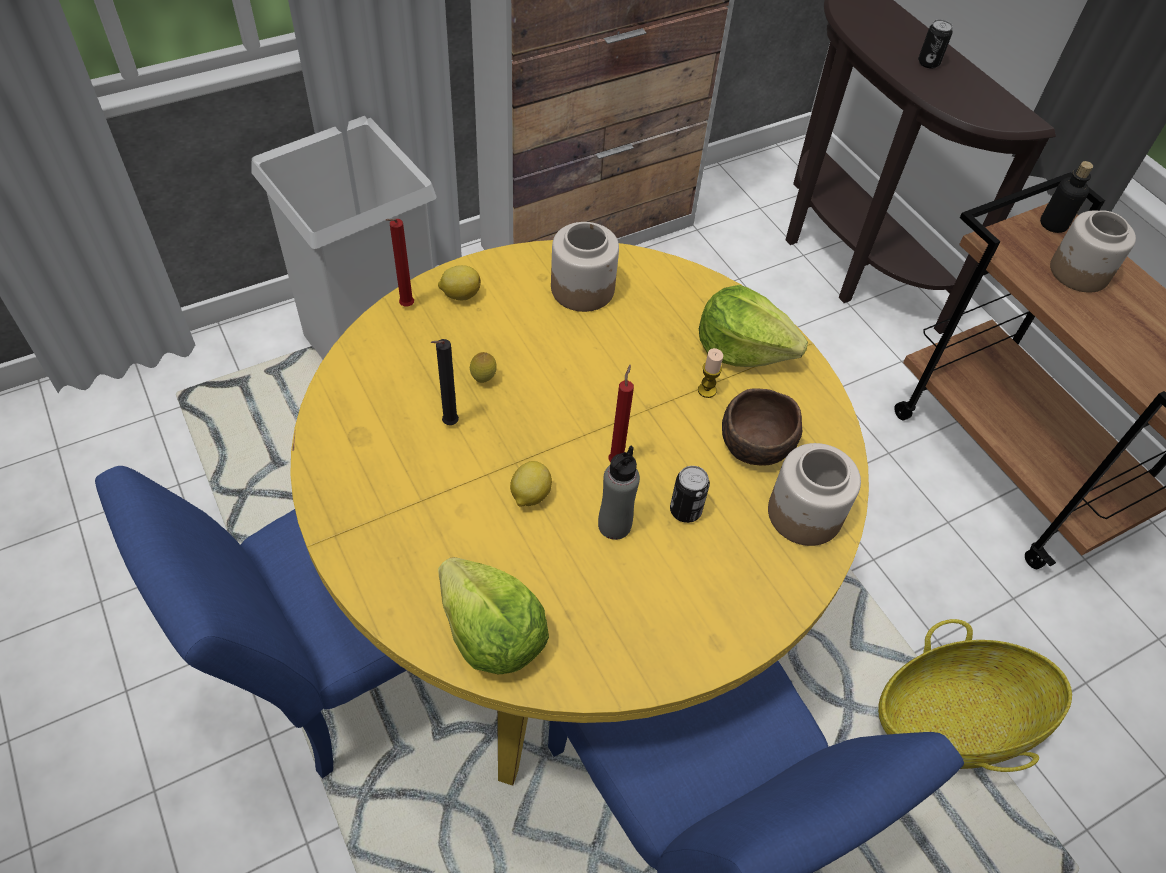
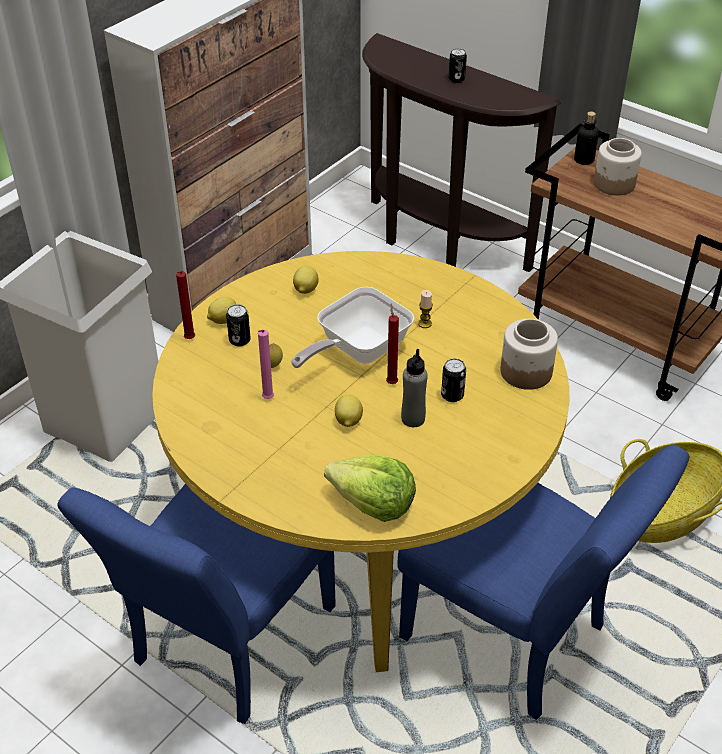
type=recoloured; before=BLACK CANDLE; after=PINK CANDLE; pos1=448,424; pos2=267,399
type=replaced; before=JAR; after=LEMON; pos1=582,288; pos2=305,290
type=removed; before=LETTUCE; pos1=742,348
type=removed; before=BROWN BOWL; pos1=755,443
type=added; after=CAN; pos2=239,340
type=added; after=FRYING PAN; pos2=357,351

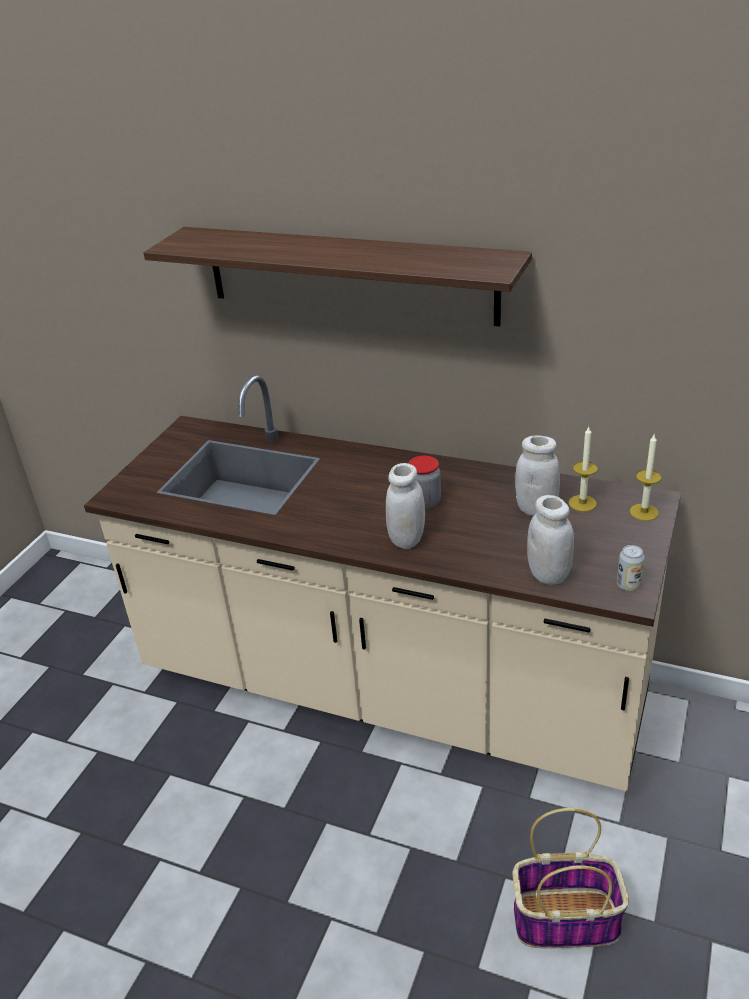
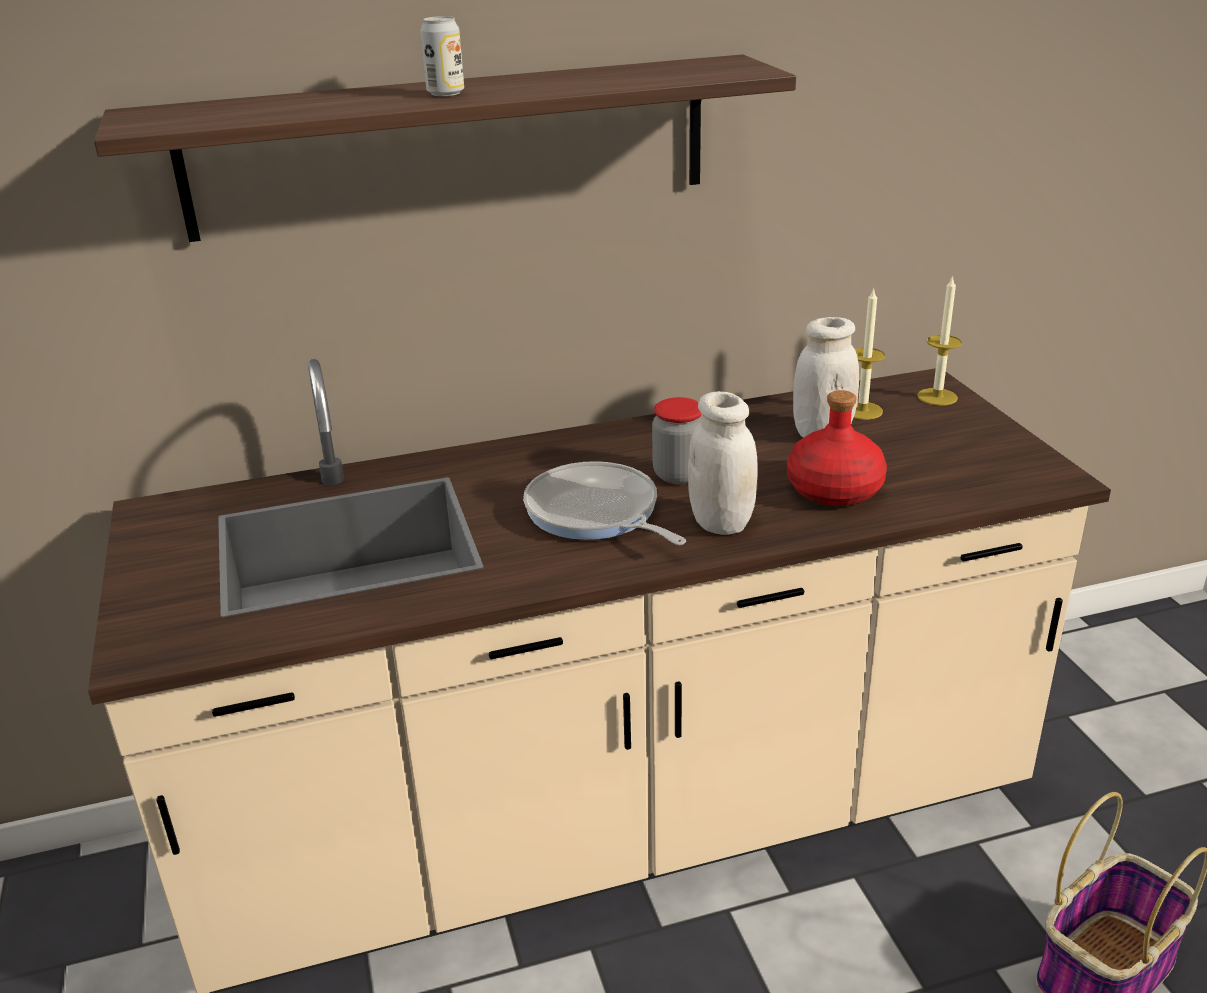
type=removed; before=WHITE JAR; pos1=548,575
type=moved; before=CAN; pos1=628,585; pos2=445,93
type=added; after=FRYING PAN; pos2=596,513
type=added; after=RED BOTTLE; pos2=835,490

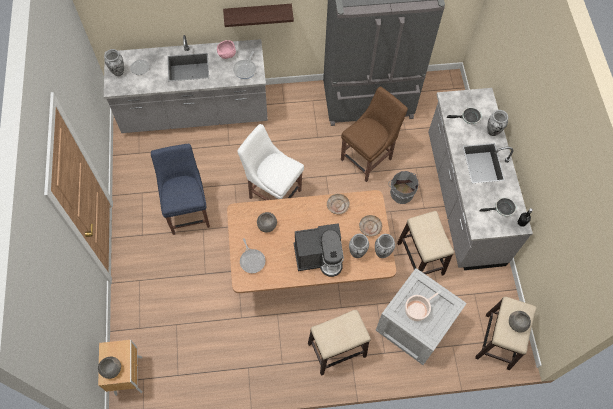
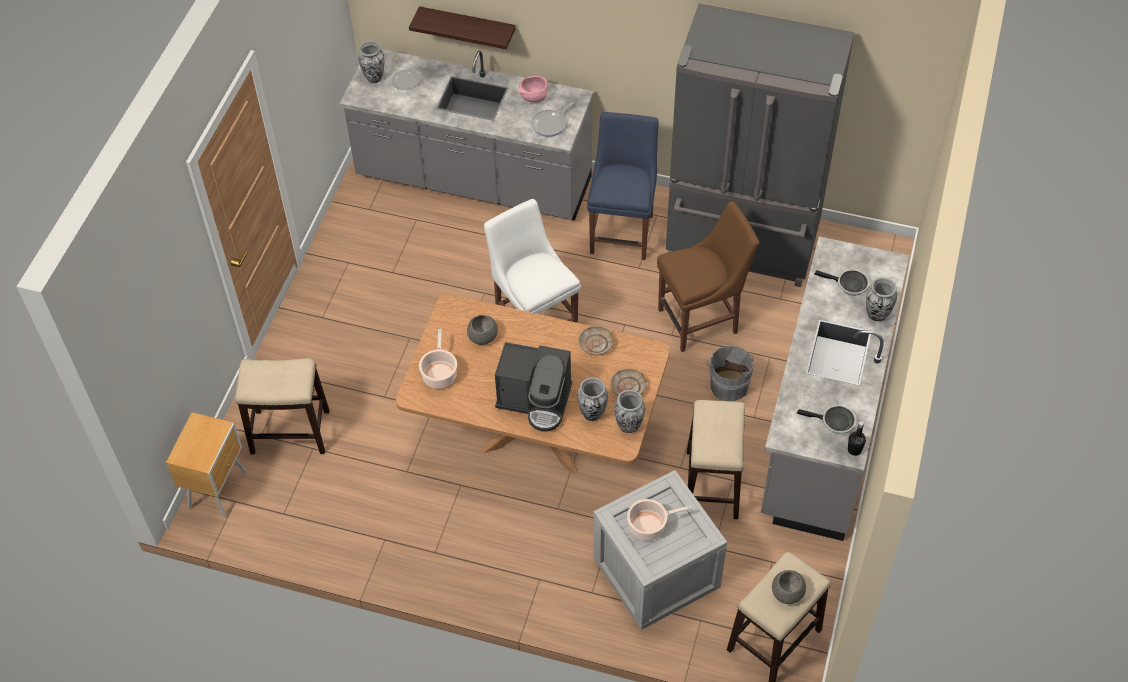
type=removed; before=GREY BOWL; pos1=111,369
type=moved; before=BLUE CHAIR; pos1=188,211; pos2=622,231
type=moved; before=SHELF; pos1=258,13; pos2=468,27
type=replaced; before=FRYING PAN; after=COOKING POT; pos1=252,260; pos2=439,374
type=moved; before=STOOL; pos1=336,350; pos2=289,432

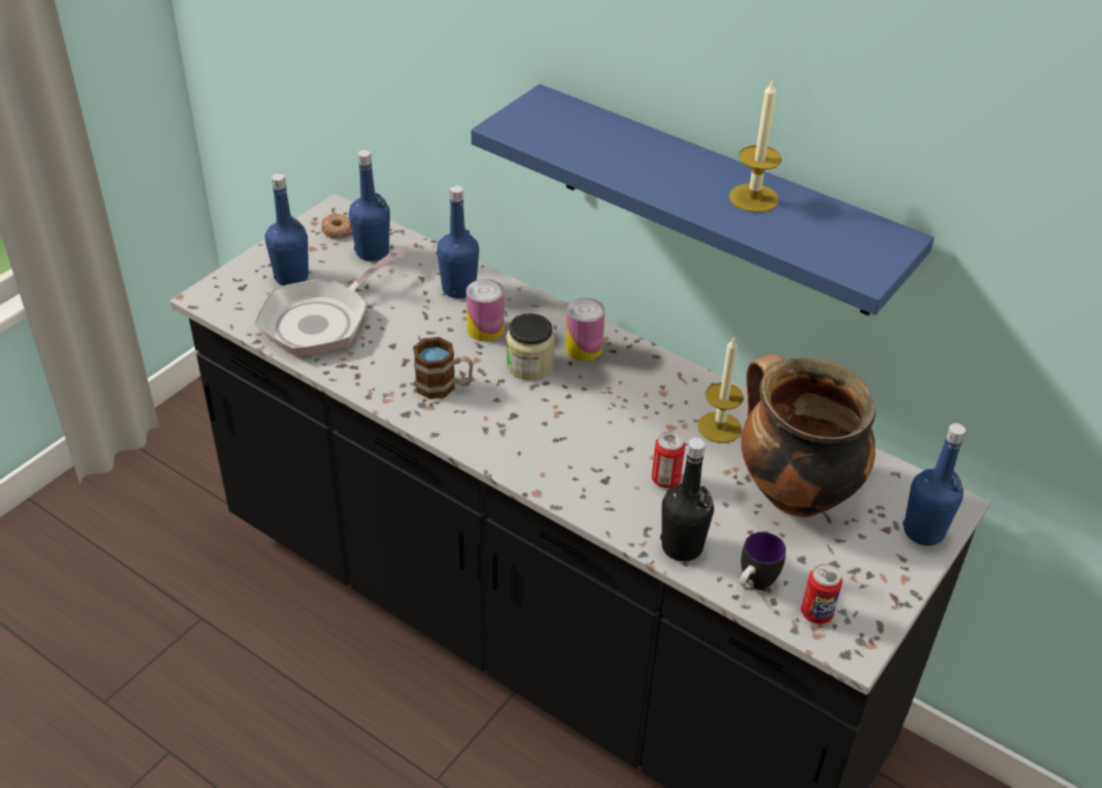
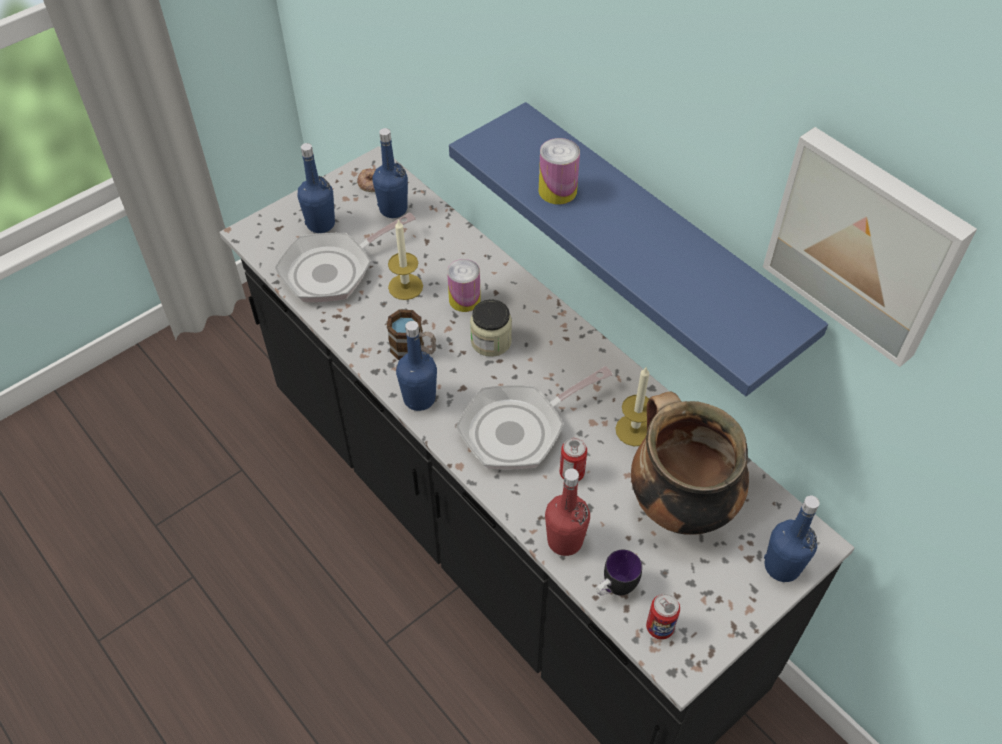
type=moved; before=BLUE BOTTLE; pos1=459,289; pos2=419,398
type=moved; before=CAN; pos1=583,348; pos2=557,191
type=recoloured; before=BLACK BOTTLE; after=RED BOTTLE; pos1=682,547; pos2=565,540
type=moved; before=CANDLE; pos1=753,198; pos2=405,287
type=added; after=FRYING PAN; pos2=519,429
type=added; after=PICTURE; pos2=865,244

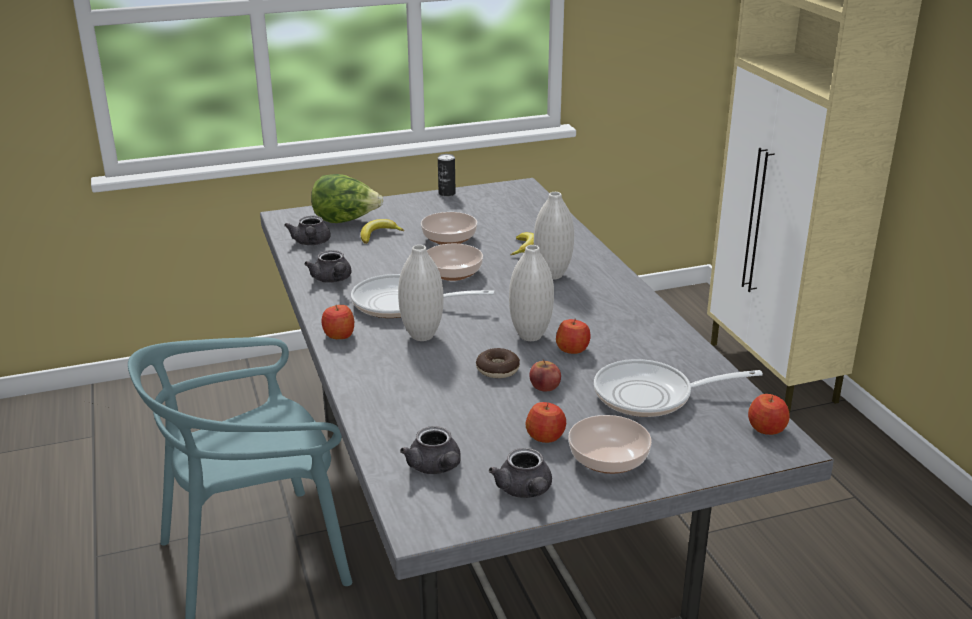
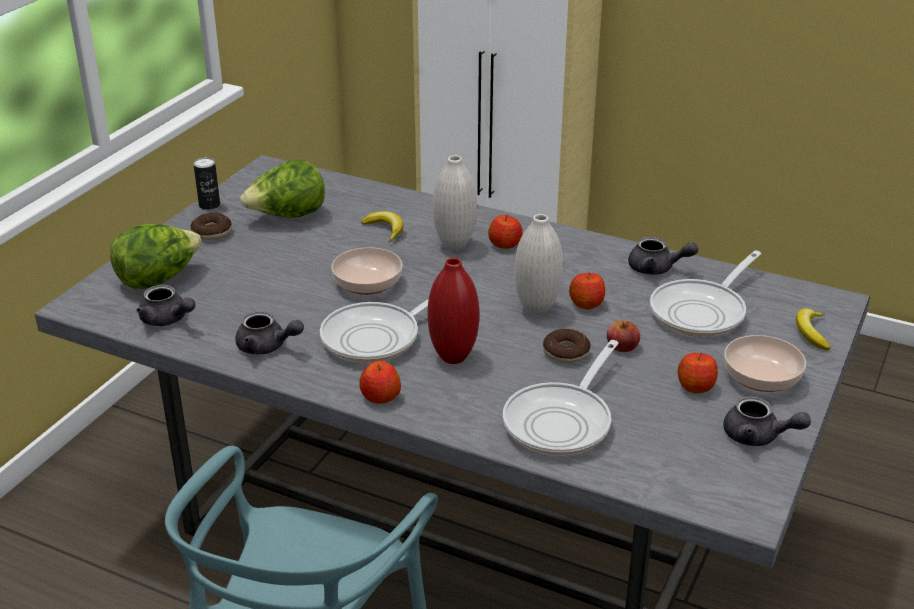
type=moved; before=BANANA; pos1=378,235; pos2=811,333
type=recoloured; before=WHITE VASE; after=RED VASE; pos1=422,336; pos2=453,357
type=moved; before=GREY TEAPOT; pos1=436,467; pos2=657,269
type=removed; before=BOWL; pos1=449,239
type=moved; before=APPLE; pos1=767,429; pos2=505,244
type=added; after=DONUT; pos2=212,232
type=added; after=LETTUCE; pos2=287,216
type=added; after=FRYING PAN; pos2=562,421

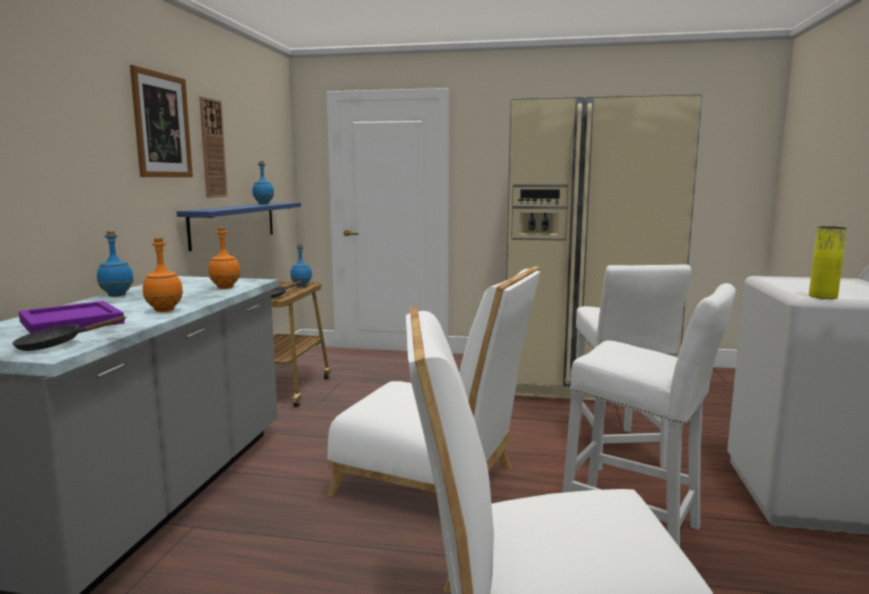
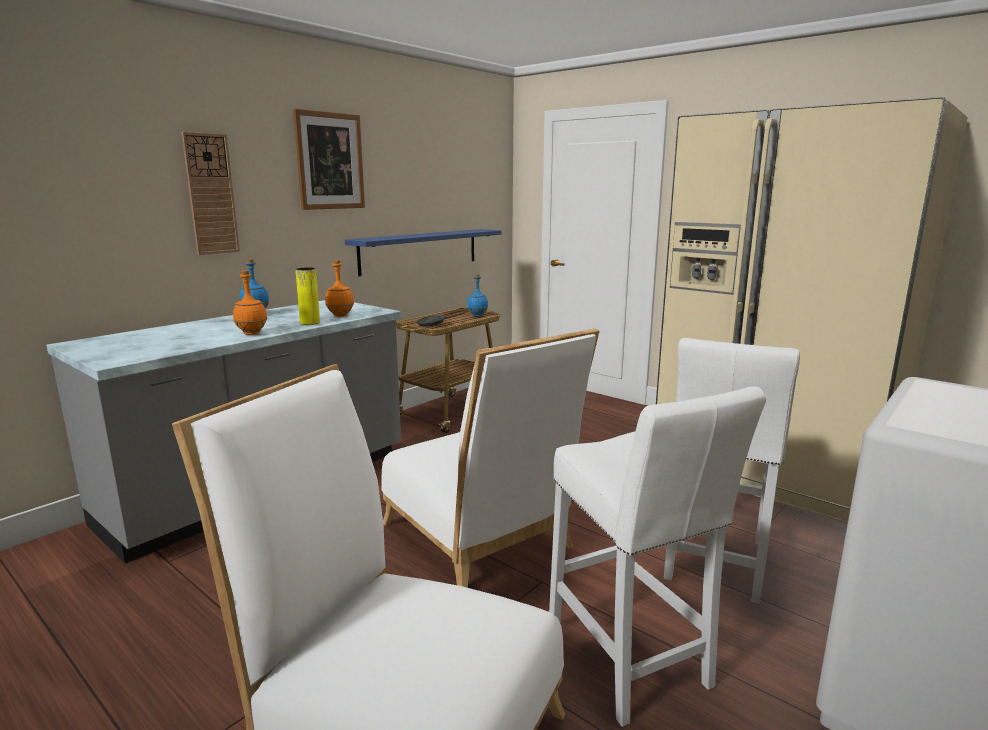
type=removed; before=BLACK FRYING PAN; pos1=57,345
type=removed; before=PURPLE TRAY; pos1=70,322
type=moved; before=WALL CLOCK; pos1=212,148; pos2=211,194
type=removed; before=BLUE BOTTLE; pos1=263,204
type=moved; before=YELLOW VASE; pos1=823,297; pos2=310,323

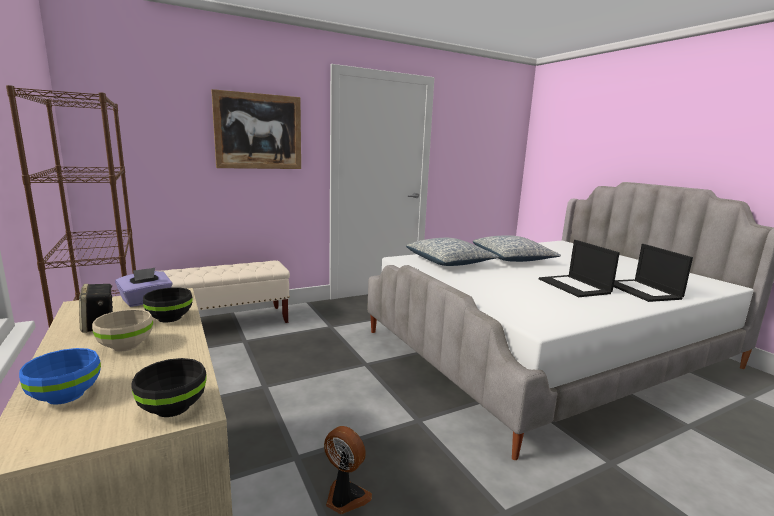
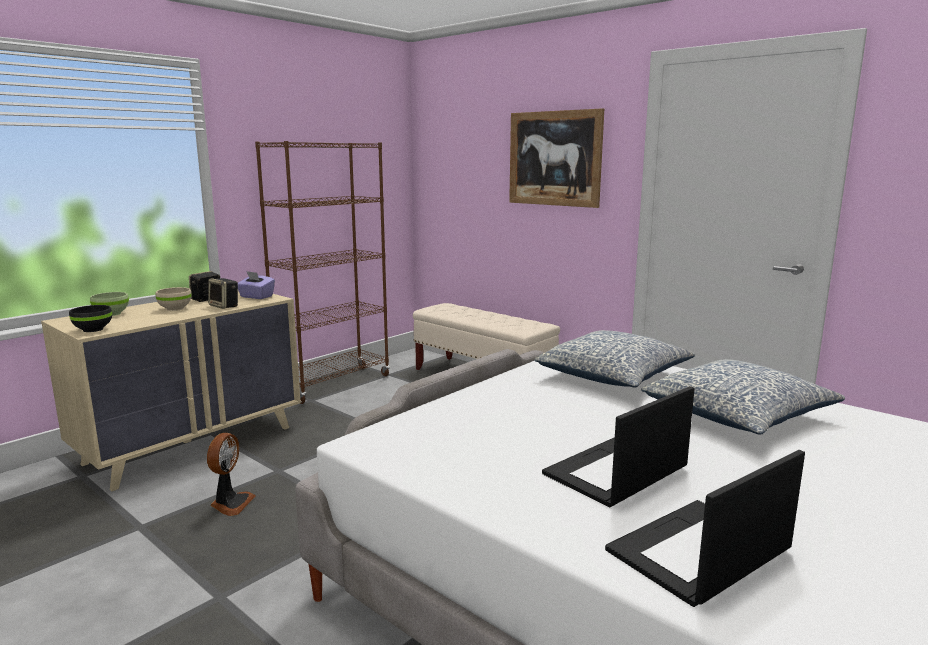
type=recoloured; before=BLUE BOWL; after=GREEN BOWL; pos1=66,394; pos2=112,314
type=replaced; before=BLACK BOWL; after=SPEAKER; pos1=170,317; pos2=225,306

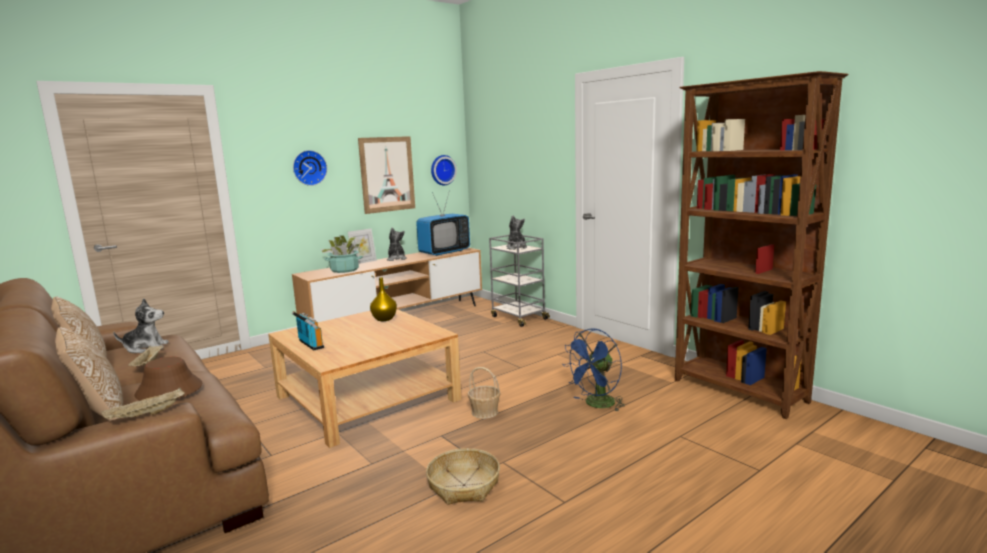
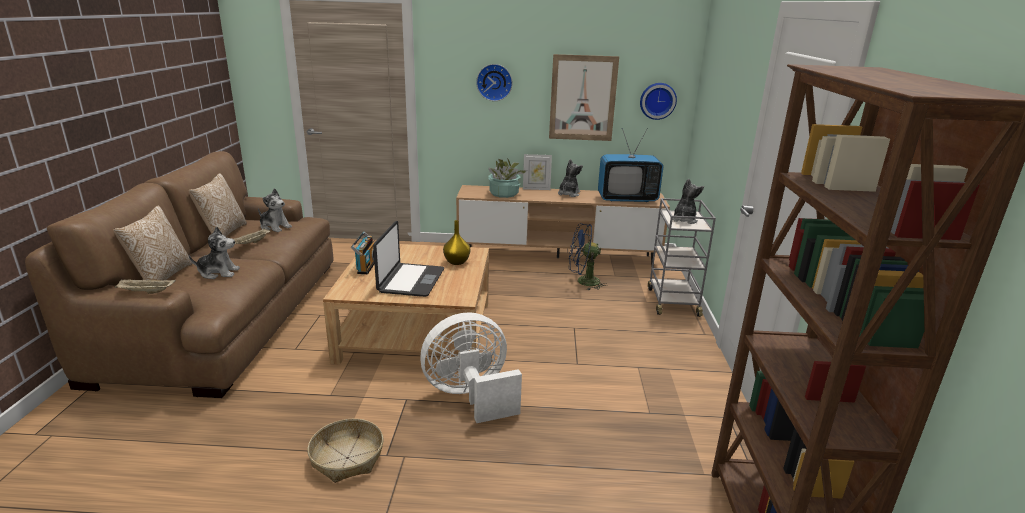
type=replaced; before=BROWN HAT; after=PLUSH TOY; pos1=169,390; pos2=218,273
type=replaced; before=BASKET; after=WHITE FAN; pos1=485,412; pos2=470,396
type=moved; before=BLUE FAN; pos1=596,405; pos2=583,282
type=added; after=LAPTOP; pos2=410,281

